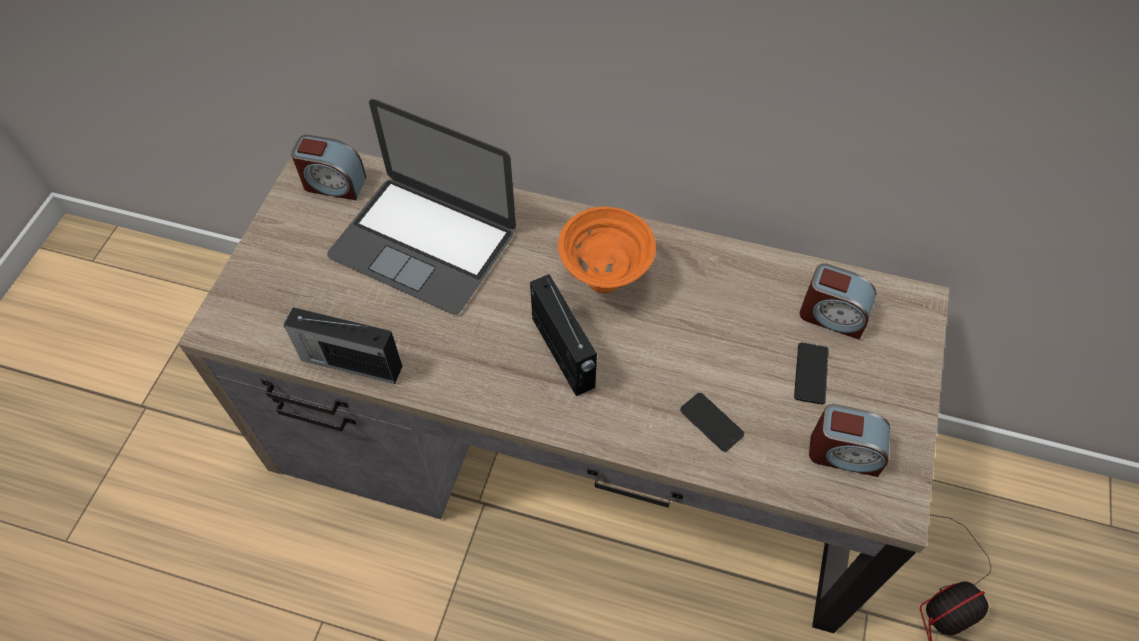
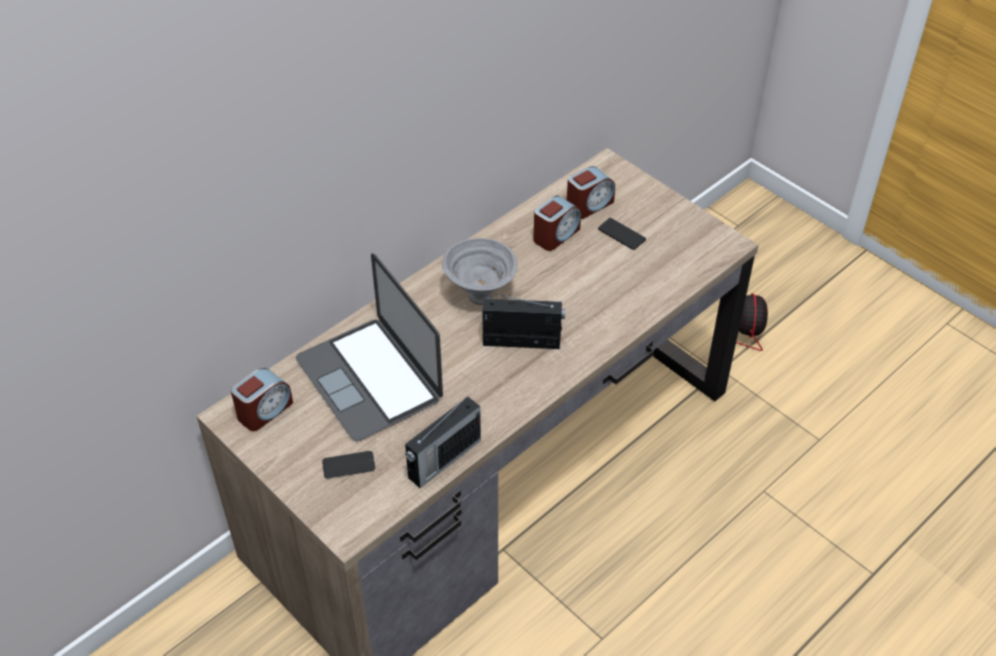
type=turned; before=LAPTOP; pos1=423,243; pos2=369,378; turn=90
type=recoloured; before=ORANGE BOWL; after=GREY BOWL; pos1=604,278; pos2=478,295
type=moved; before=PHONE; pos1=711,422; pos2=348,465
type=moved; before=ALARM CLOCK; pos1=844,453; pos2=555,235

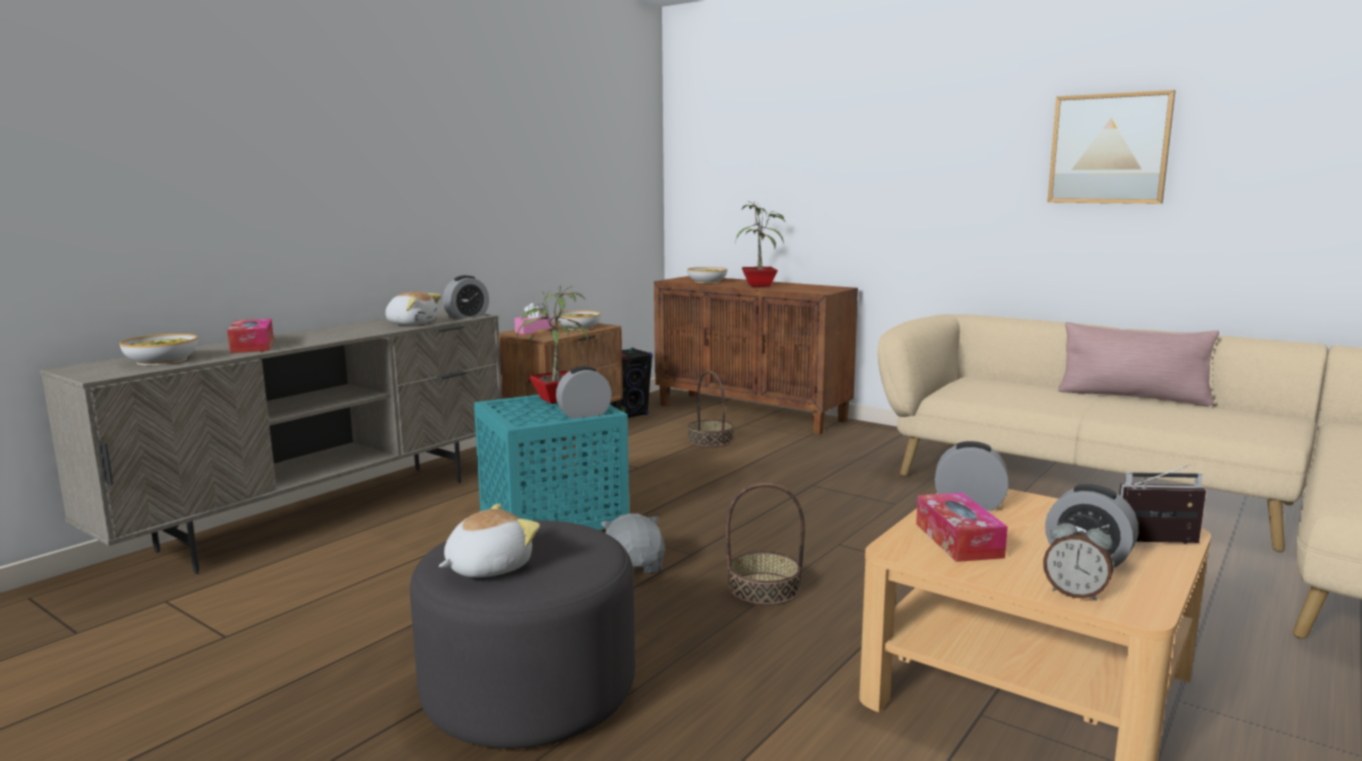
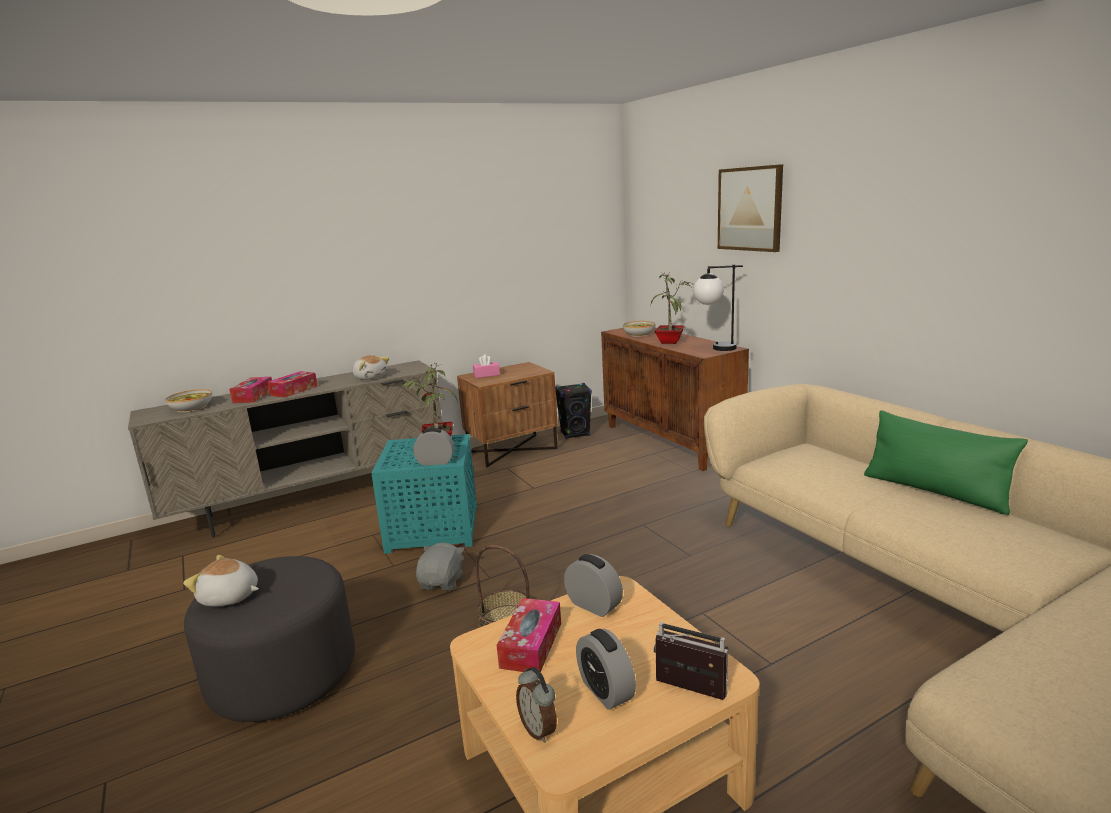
type=turned; before=PLUSH TOY; pos1=487,567; pos2=229,597; turn=-150
type=removed; before=ALARM CLOCK; pos1=467,316
type=removed; before=BOWL; pos1=579,327
type=removed; before=BASKET; pos1=710,440
type=moved; before=PICTURE; pos1=1109,149; pos2=750,209
type=recoloured; before=PINK PILLOW; after=GREEN PILLOW; pos1=1132,397; pos2=934,491
type=added; after=TISSUE BOX; pos2=294,390
type=added; after=TABLE LAMP; pos2=714,348

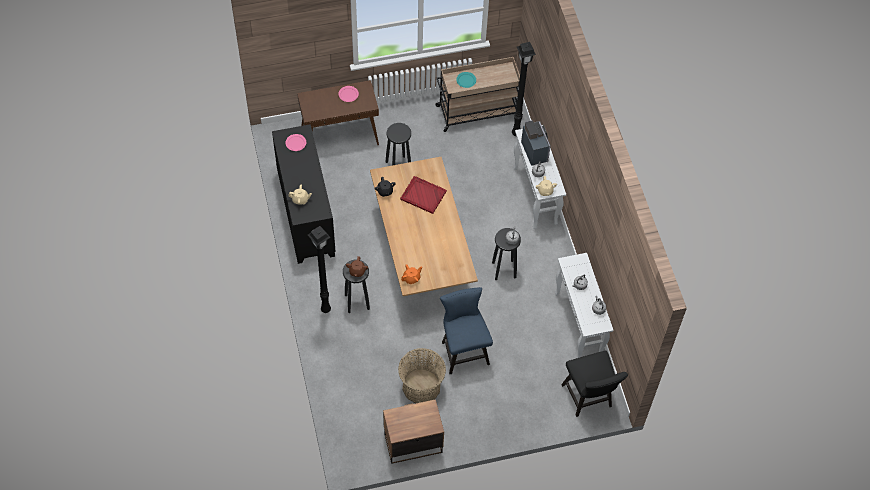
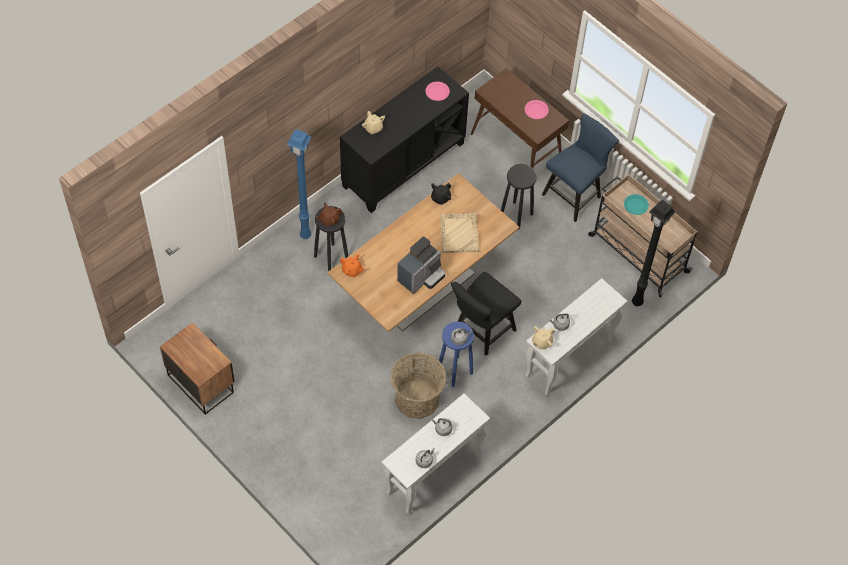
type=recoloured; before=BLACK FLOOR LAMP; after=BLUE FLOOR LAMP; pos1=325,309; pos2=305,234
type=moved; before=BASKET; pos1=421,386; pos2=417,398
type=recoloured; before=RED TRAY; after=BEIGE TRAY; pos1=423,195; pos2=459,233
type=moved; before=BLUE CHAIR; pos1=463,350; pos2=575,194
type=recoloured; before=BLACK STOOL; after=BLUE STOOL; pos1=504,270; pos2=454,371
type=moved; before=COFFEE MACHINE; pos1=536,150; pos2=421,277
type=moved; before=BLACK CHAIR; pos1=588,399; pos2=481,332

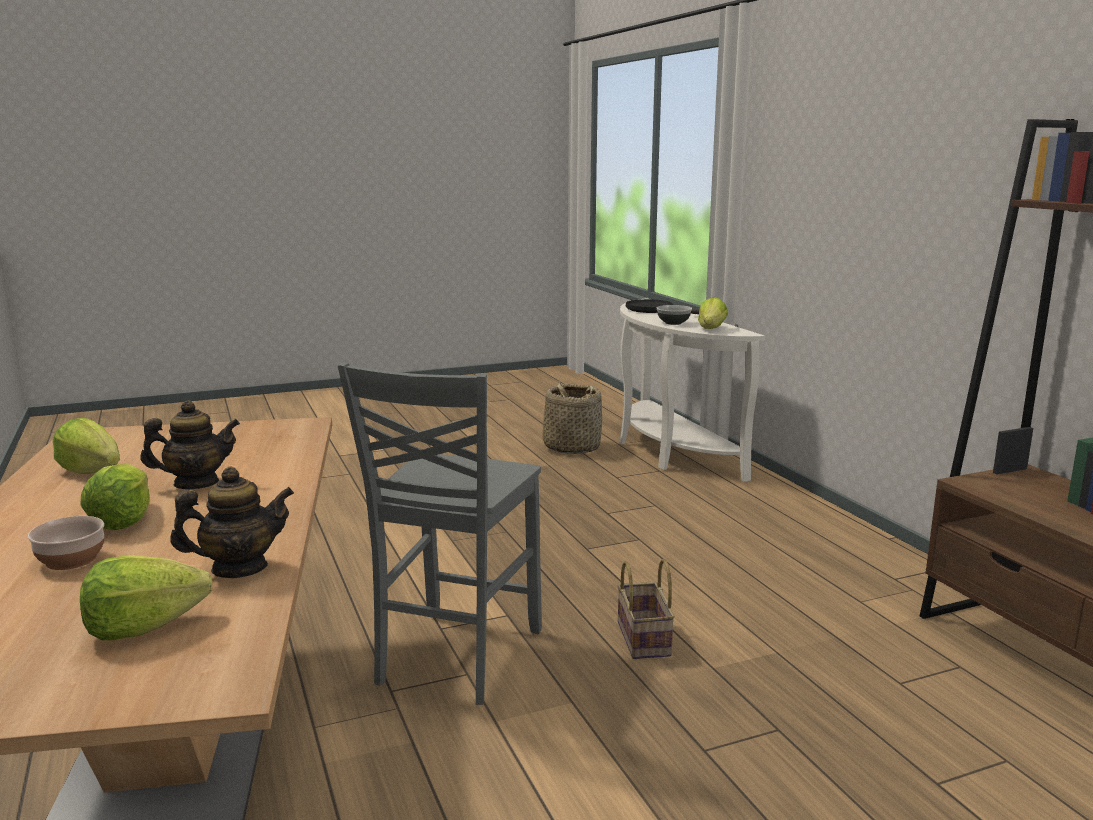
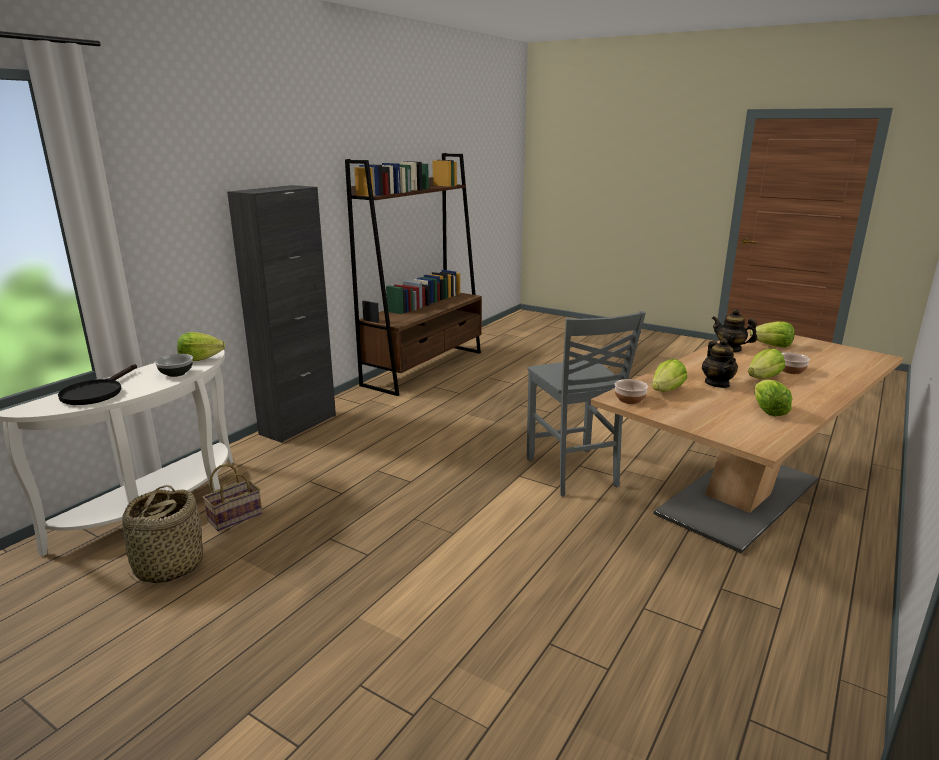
type=turned; before=TEAPOT; pos1=196,483; pos2=717,384; turn=-135
type=turned; before=GREY CHAIR; pos1=455,657; pos2=573,473; turn=90
type=moved; before=BASKET; pos1=645,639; pos2=236,516
type=added; after=BLACK CABINET; pos2=298,425
type=added; after=BOWL; pos2=630,399
type=added; after=LETTUCE; pos2=666,391

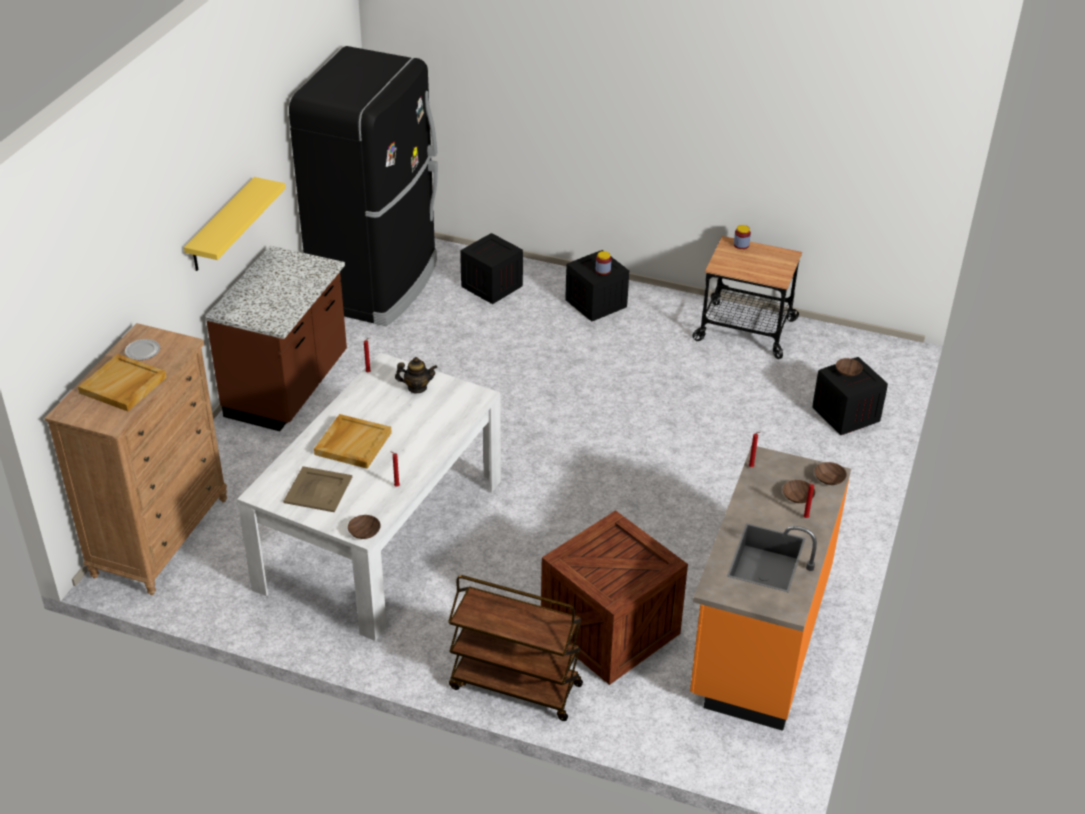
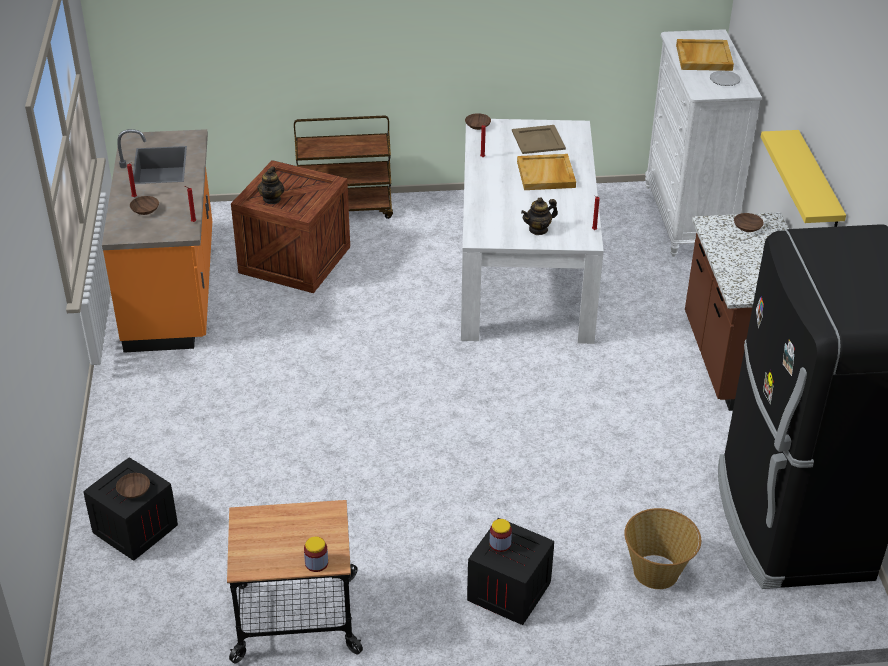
type=recoloured; before=BROWN DRESSER; after=WHITE DRESSER; pos1=160,537; pos2=687,219
type=replaced; before=CRATE; after=BASKET; pos1=492,286; pos2=657,572
type=moved; before=BROWN BOWL; pos1=830,479; pos2=746,227
type=added; after=TEAPOT; pos2=272,199

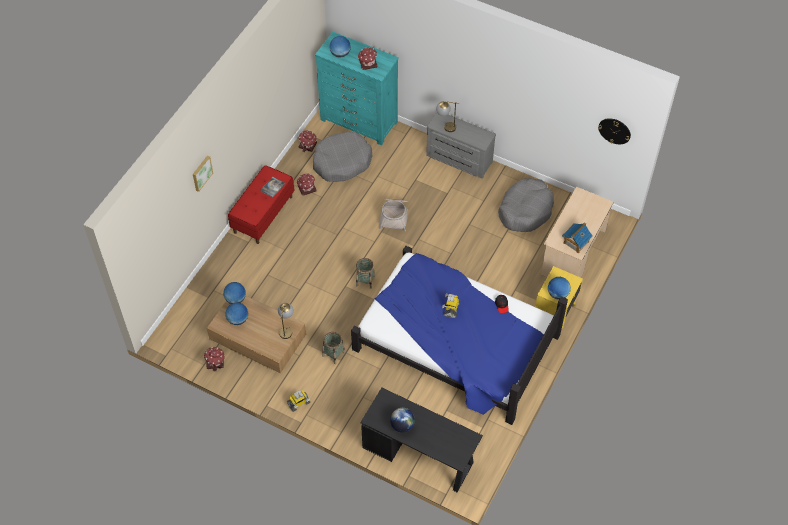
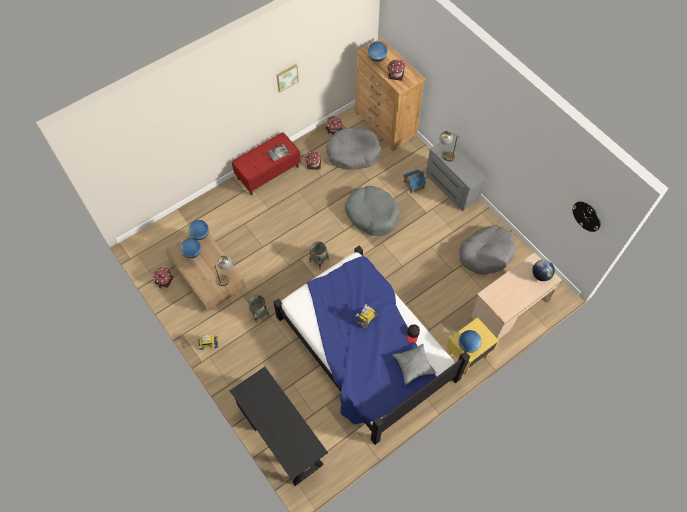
type=moved; before=PICTURE; pos1=201,173; pos2=287,77
type=recoloured; before=TURQUOISE DRESSER; after=BROWN DRESSER; pos1=359,121; pos2=385,124
type=replaced; before=BASKET; after=GREY DOG BED; pos1=394,215; pos2=372,214
type=moved; before=GLOBE; pos1=402,425; pos2=540,275
type=moved; before=TOY HOUSE; pos1=575,242; pos2=413,185
type=added; after=GREY PILLOW; pos2=413,366

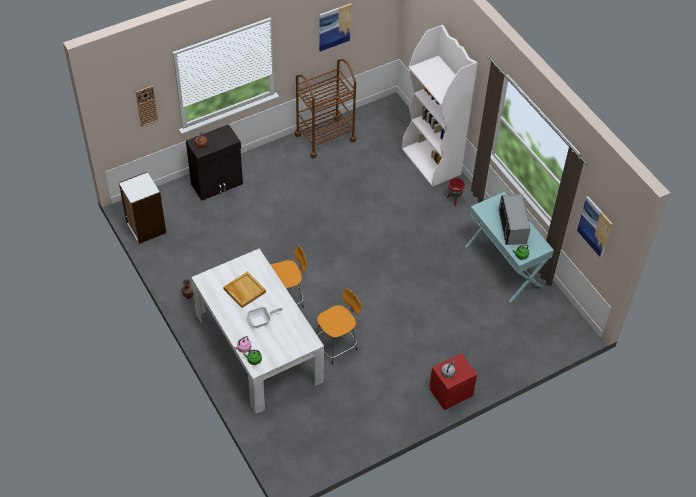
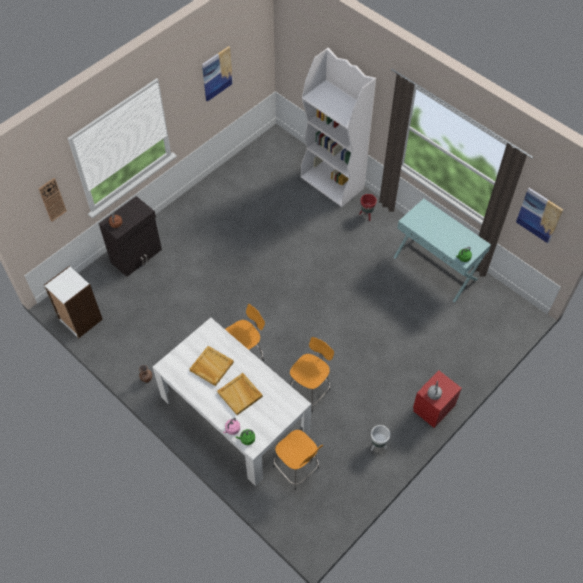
type=replaced; before=FRYING PAN; after=BEIGE TRAY; pos1=262,321; pos2=240,394
type=removed; before=BROWN CART; pos1=325,137
type=removed; before=MICROWAVE; pos1=512,227
type=added; after=ORANGE STOOL; pos2=297,468
type=added; after=WHITE PLANTER; pos2=378,445

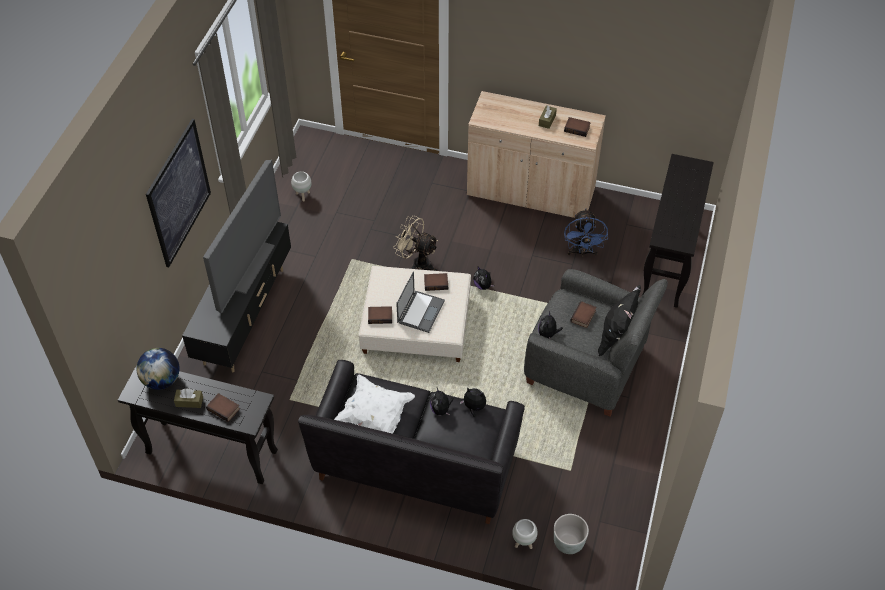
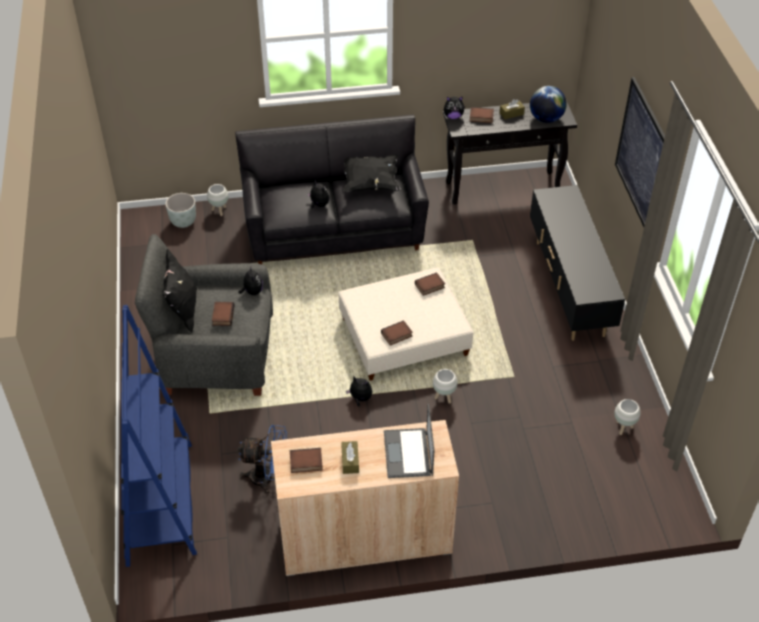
type=removed; before=TELEVISION; pos1=246,264
type=recoloured; before=WHITE PILLOW; after=BLACK PILLOW; pos1=375,415; pos2=370,183
type=replaced; before=BEIGE FAN; after=WHITE PLANTER; pos1=417,263; pos2=443,397
type=moved; before=LAPTOP; pos1=421,311; pos2=408,454
type=moved; before=PLUSH TOY; pos1=473,408; pos2=453,116
type=turned; before=BLUE FAN; pos1=582,252; pos2=267,478; turn=120
type=replaced; before=BLACK CONSOLE TABLE; after=BLUE BOOKCASE; pos1=668,263; pos2=160,503

